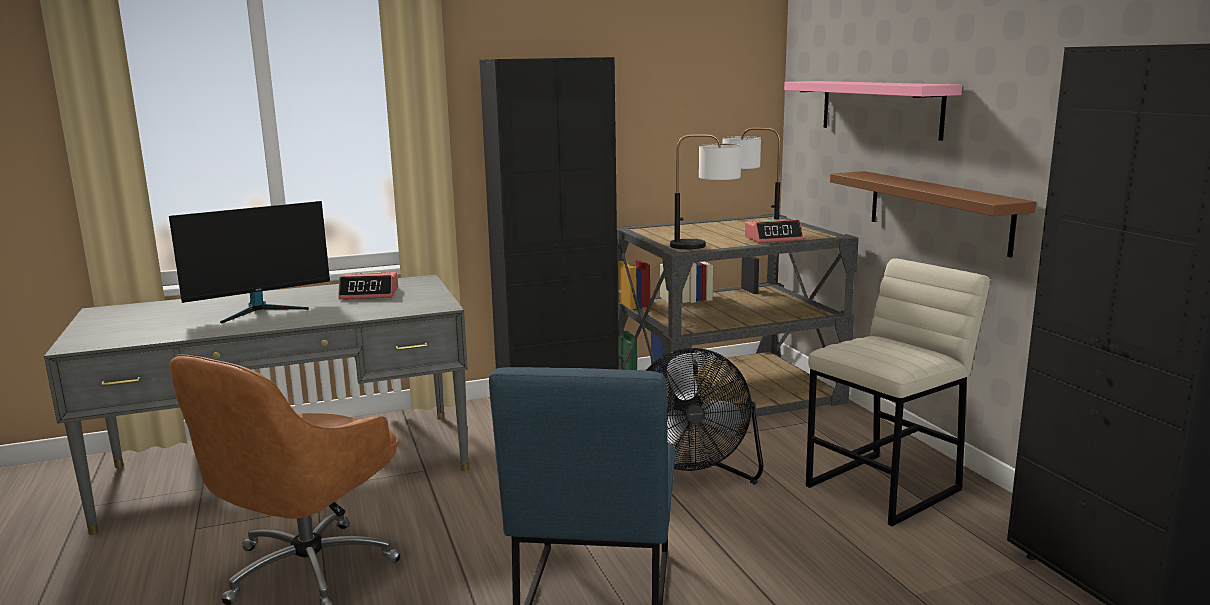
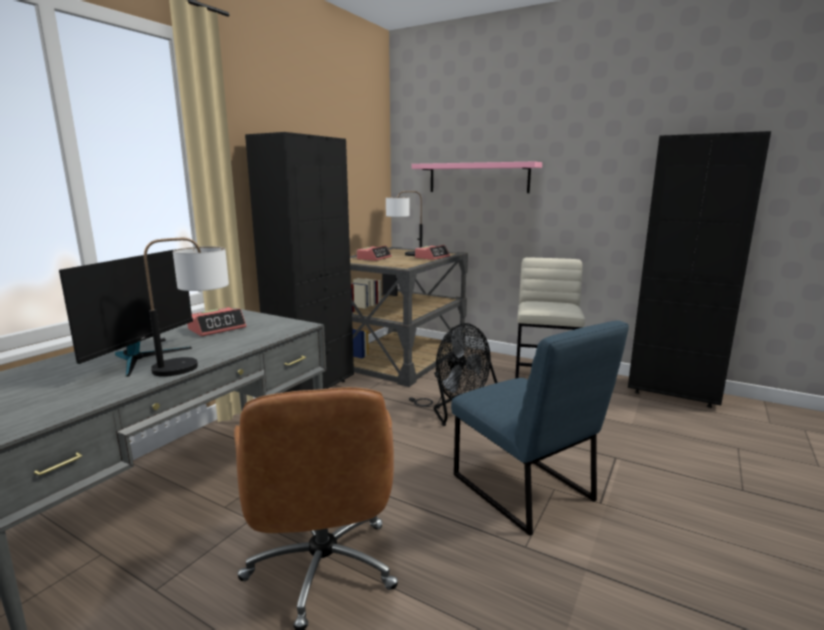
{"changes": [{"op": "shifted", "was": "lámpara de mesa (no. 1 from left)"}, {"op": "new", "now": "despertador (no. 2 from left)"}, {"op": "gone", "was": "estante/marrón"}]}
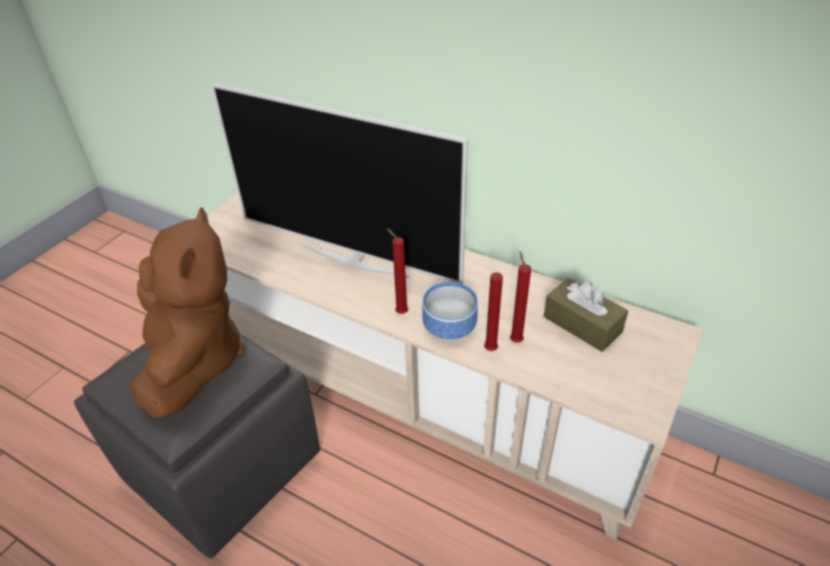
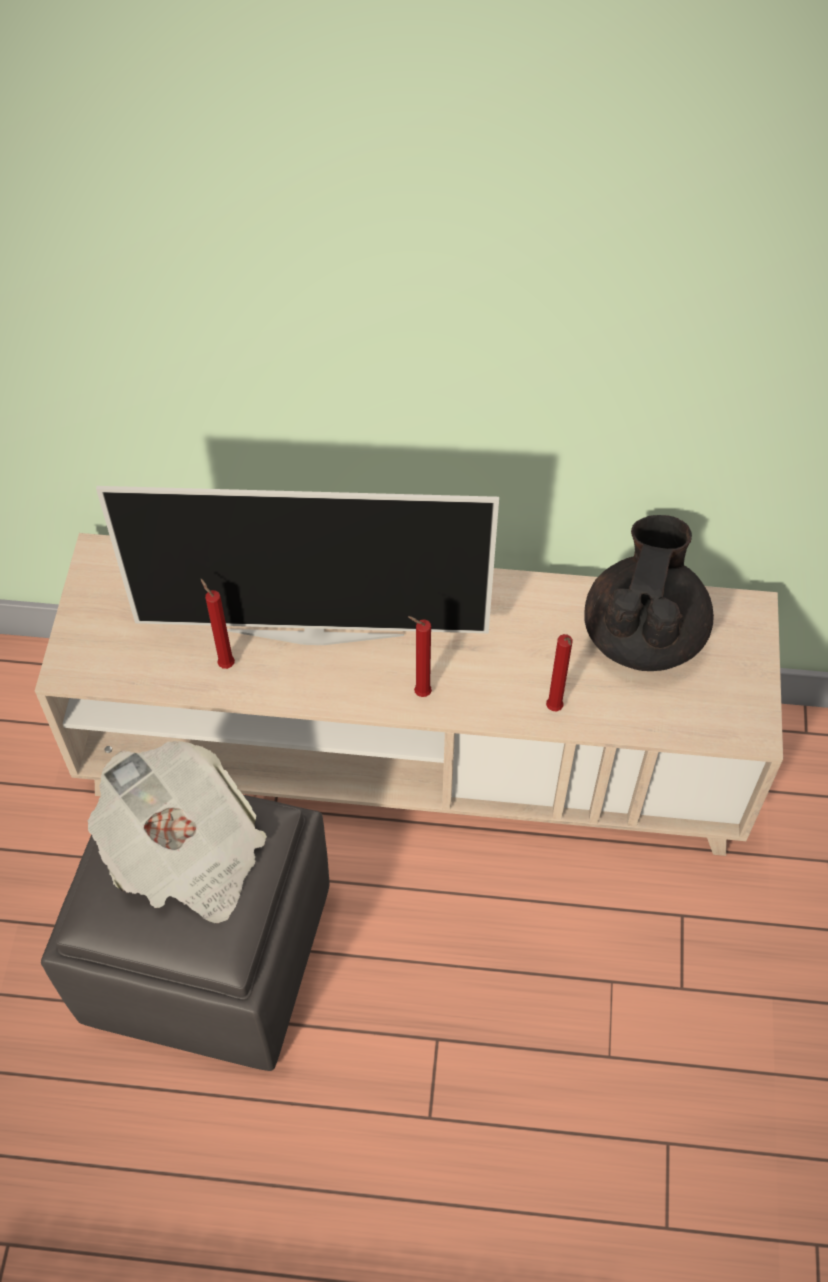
{"changes": [{"op": "swapped", "was": "peluche/marrón", "now": "periódico"}, {"op": "shifted", "was": "vela/rojo (no. 3 from left in the first image)", "now": "vela/rojo (no. 1 from left)"}, {"op": "swapped", "was": "caja de pañuelos/marrón", "now": "tetera/negro"}, {"op": "gone", "was": "cuenco"}]}
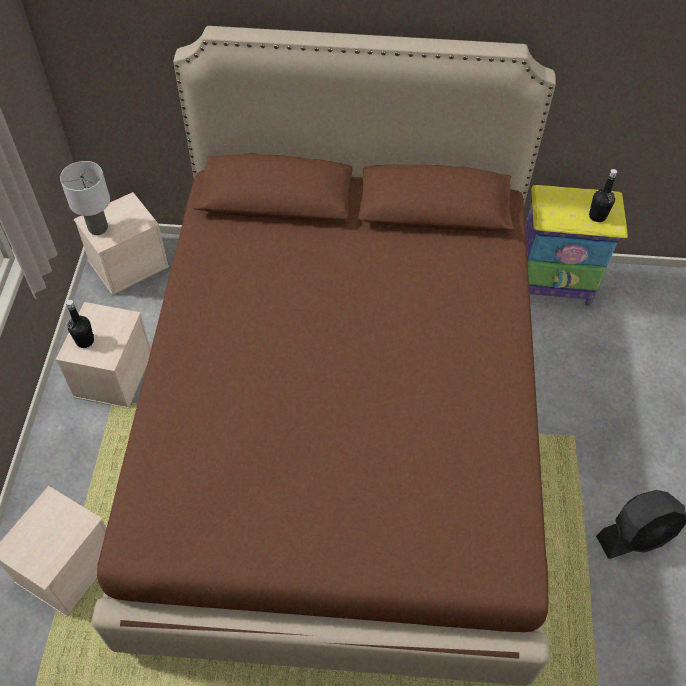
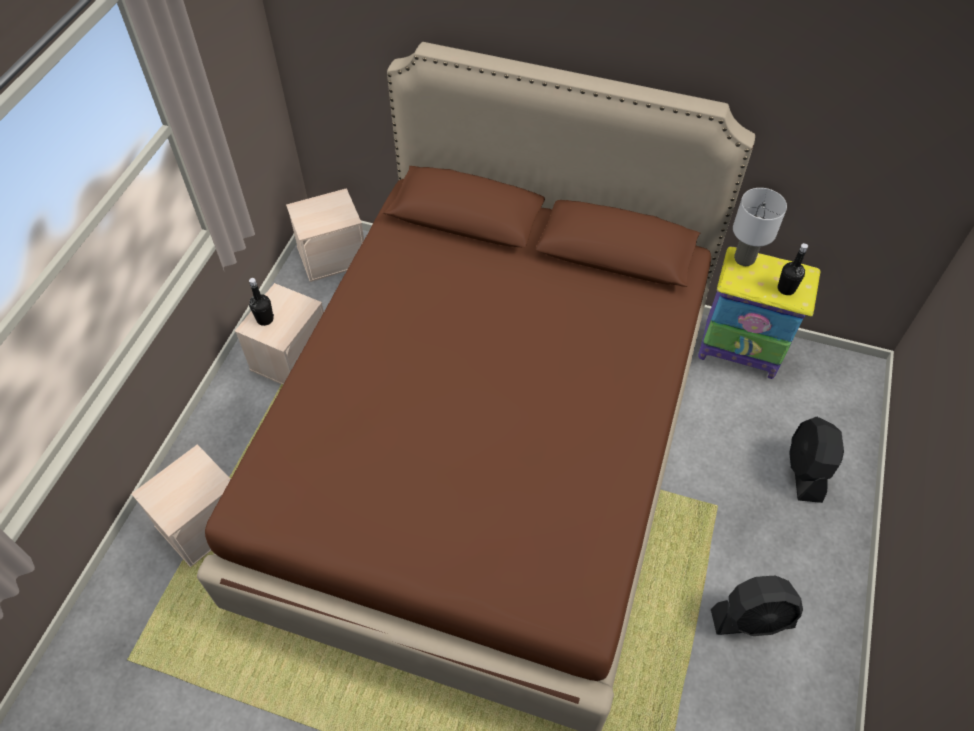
{"changes": [{"op": "shifted", "was": "lámpara de mesa/blanco"}, {"op": "new", "now": "ventilador/negro (no. 2 from left)"}]}
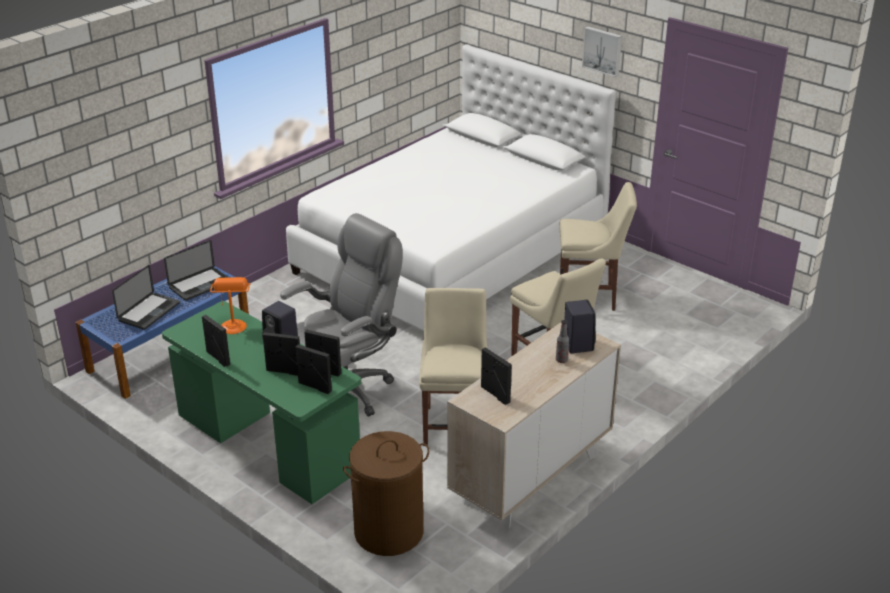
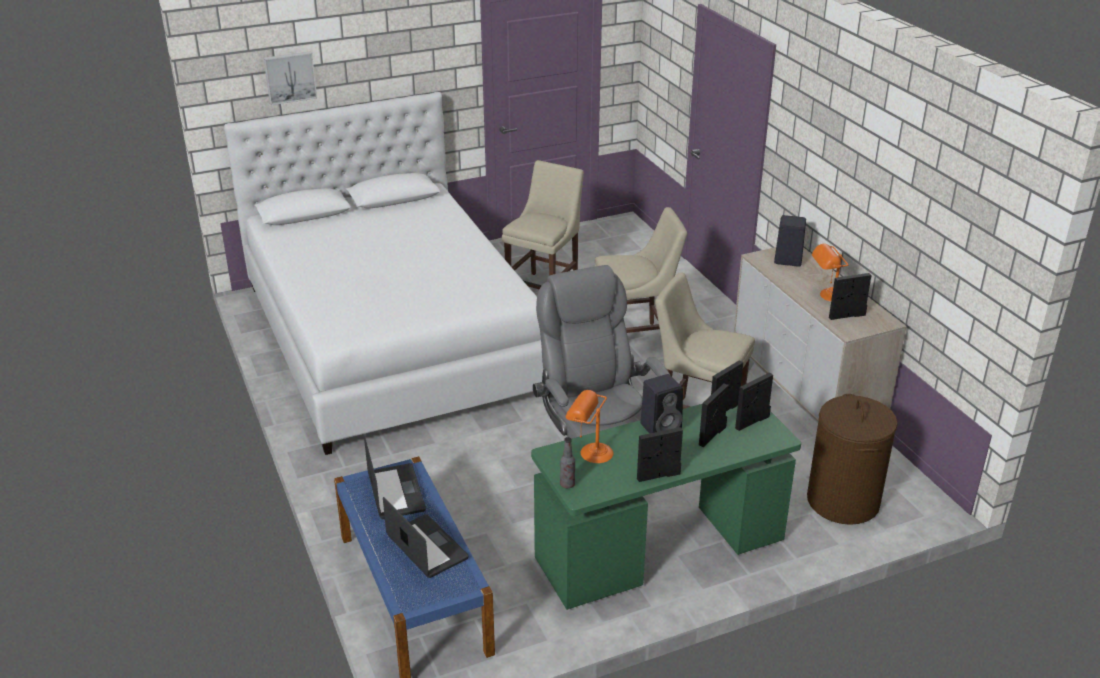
{"changes": [{"op": "shifted", "was": "cuadro"}, {"op": "shifted", "was": "botella"}, {"op": "new", "now": "lámpara de mesa/naranja (no. 2 from left)"}]}
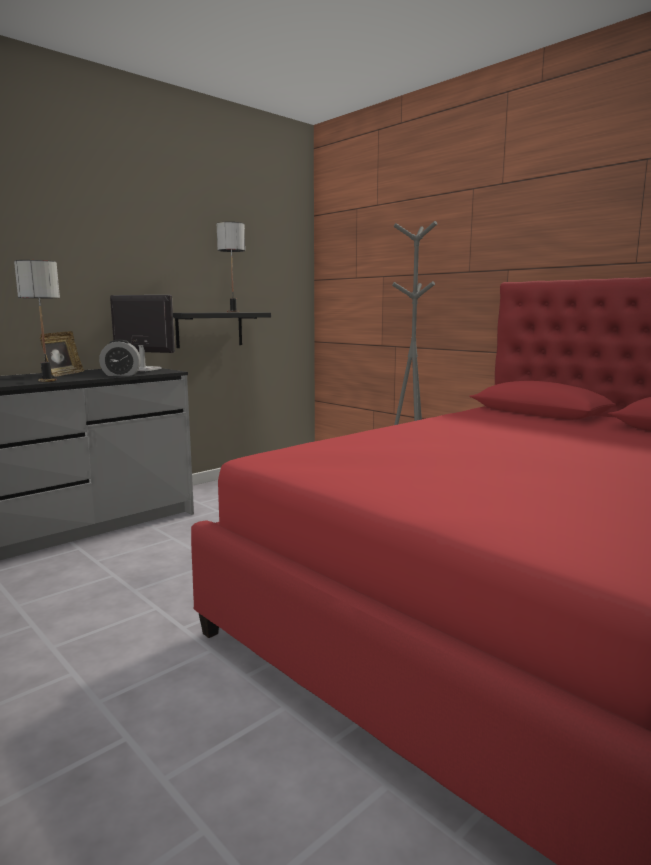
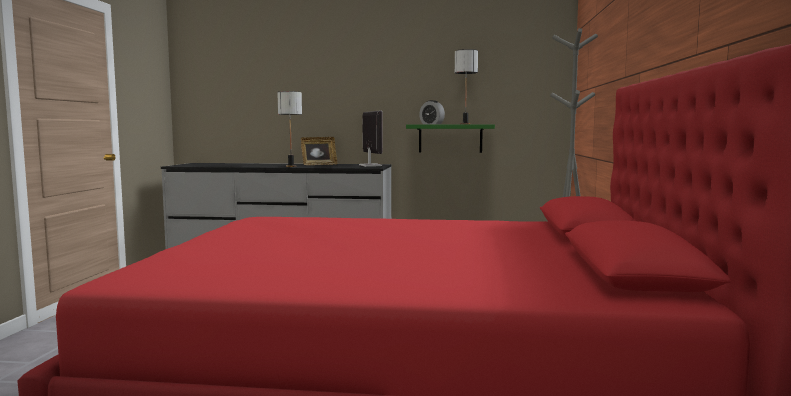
{"changes": [{"op": "repainted", "was": "estante/negro", "now": "estante/verde"}, {"op": "shifted", "was": "despertador"}]}
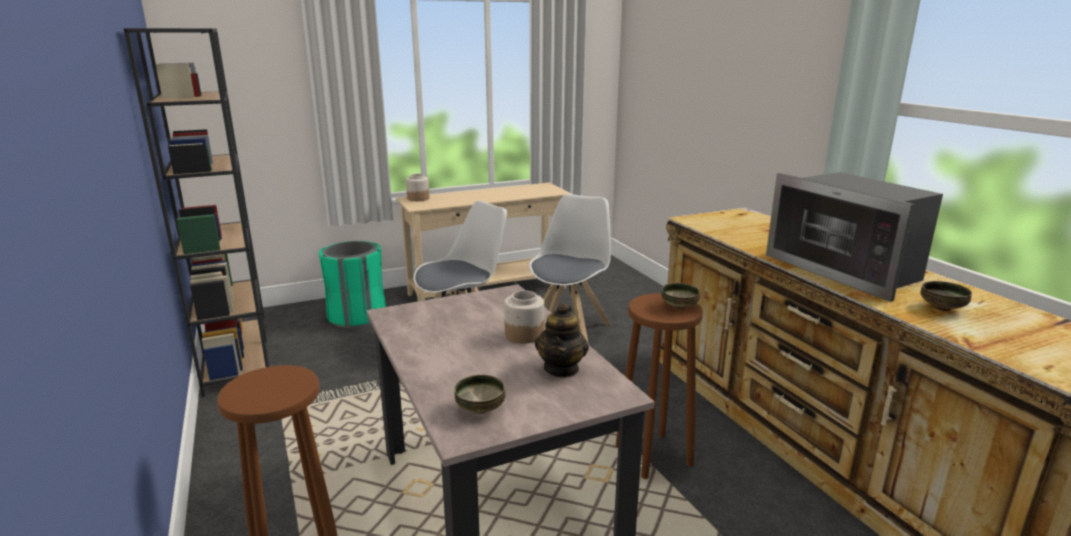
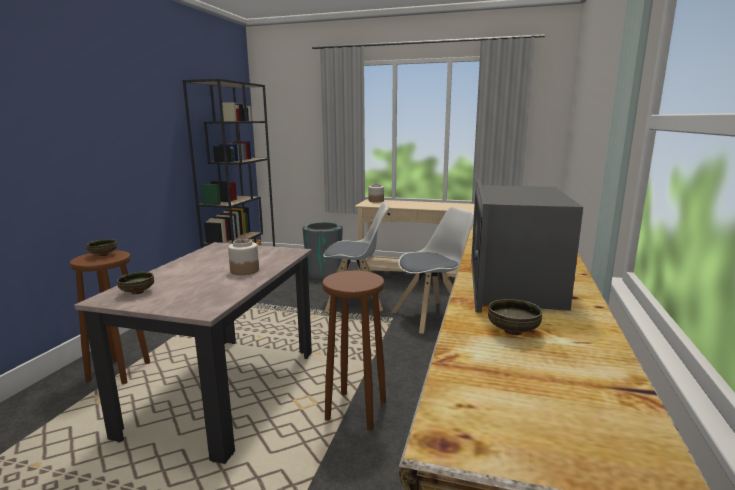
{"changes": [{"op": "shifted", "was": "cuenco (no. 2 from left in the first image)", "now": "cuenco (no. 1 from left)"}, {"op": "repainted", "was": "papelera/verde", "now": "papelera/gris"}, {"op": "gone", "was": "tetera"}]}
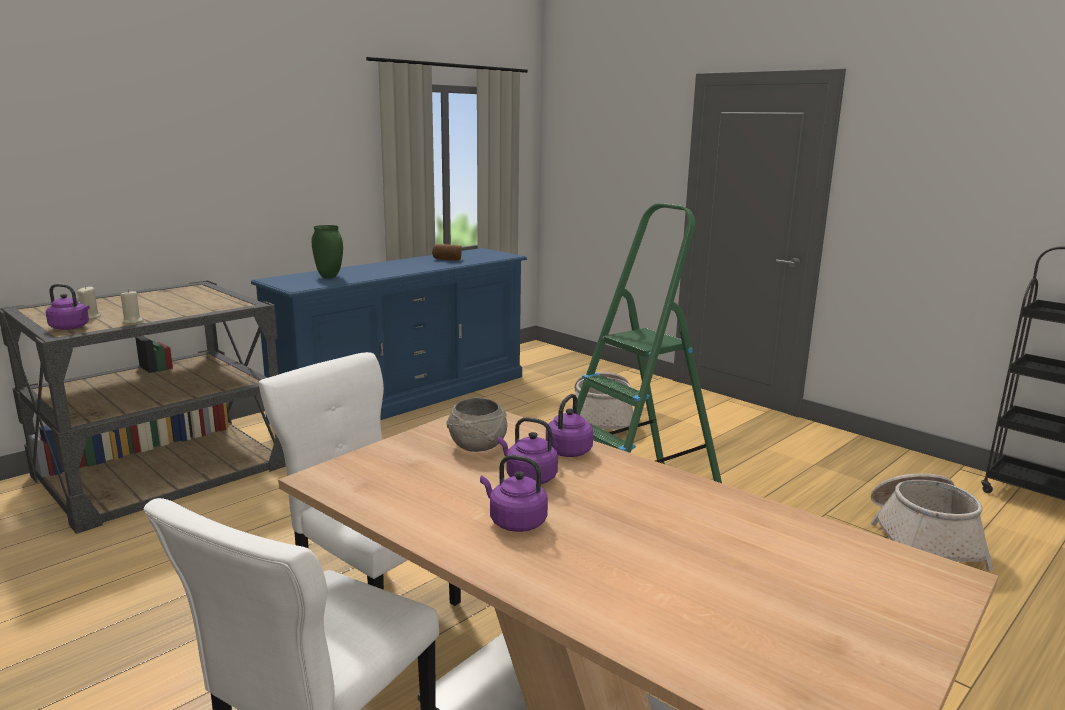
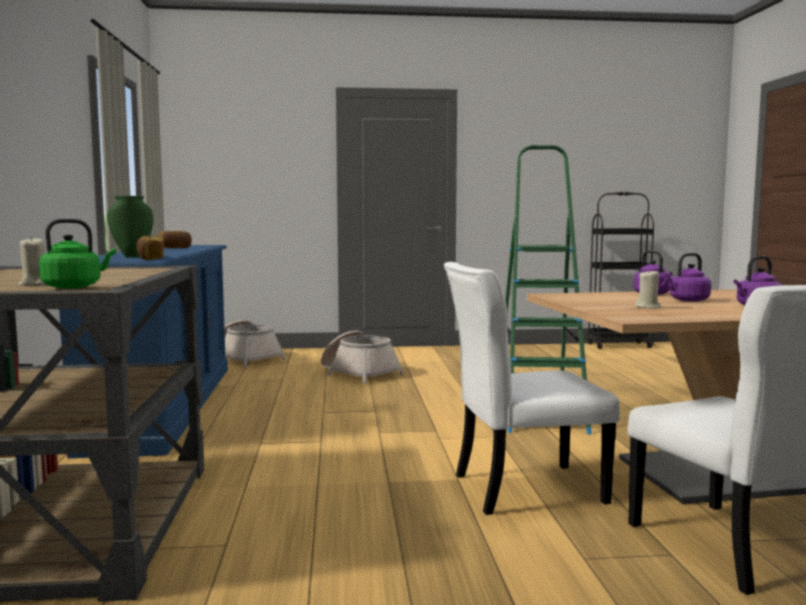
{"changes": [{"op": "repainted", "was": "hervidor/morado (no. 1 from left)", "now": "hervidor/verde"}, {"op": "new", "now": "pan (no. 1 from left)"}, {"op": "shifted", "was": "cesta (no. 2 from left in the first image)", "now": "cesta (no. 1 from left)"}, {"op": "shifted", "was": "vela/beis (no. 2 from left)"}, {"op": "gone", "was": "cuenco/gris"}]}
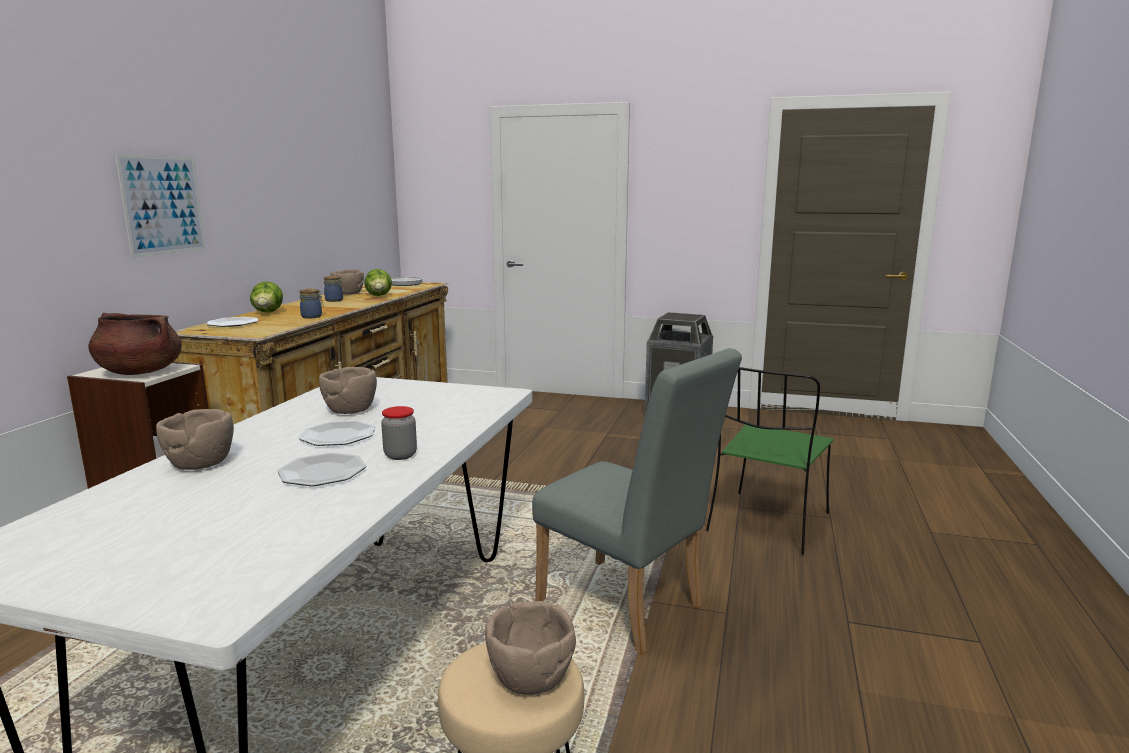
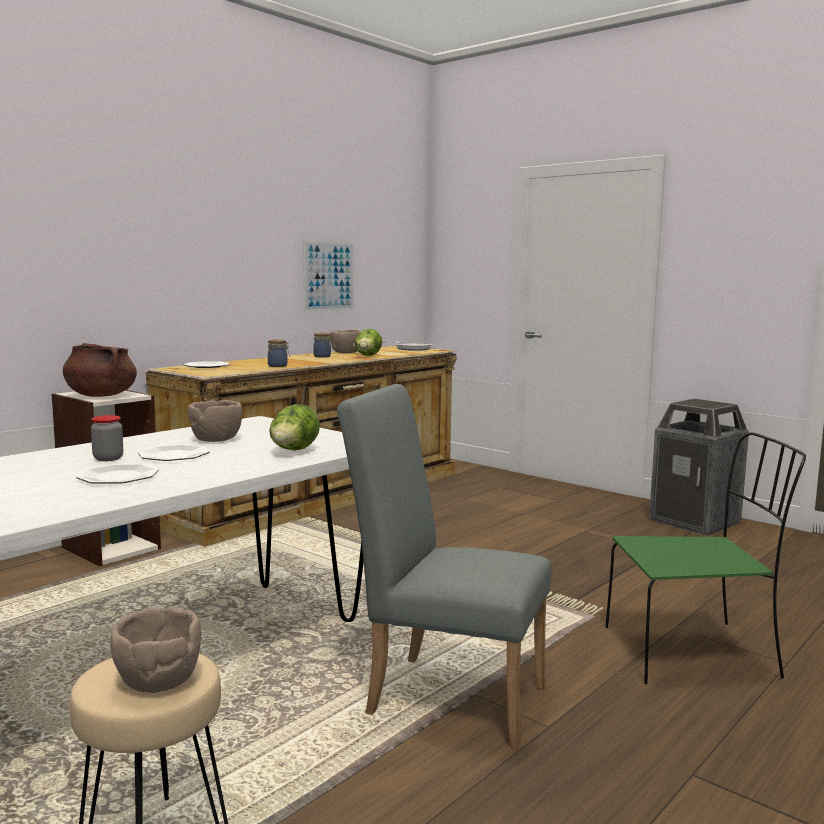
{"changes": [{"op": "shifted", "was": "tarro (no. 3 from left in the first image)", "now": "tarro (no. 1 from left)"}, {"op": "shifted", "was": "lechuga (no. 1 from left)"}, {"op": "shifted", "was": "cuadro"}, {"op": "rotated", "was": "silla/gris", "clockwise": 135}, {"op": "rotated", "was": "silla/verde", "clockwise": -150}, {"op": "gone", "was": "cuenco/marrón (no. 1 from left)"}]}
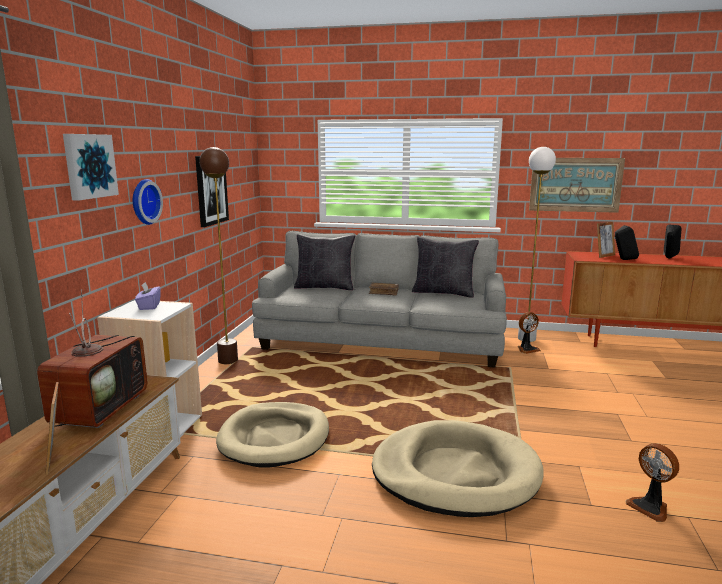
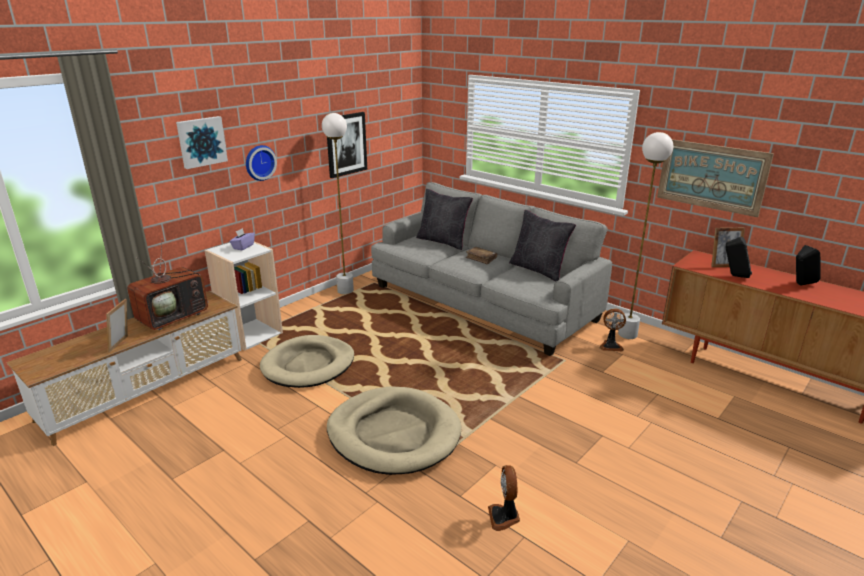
{"changes": [{"op": "repainted", "was": "lámpara de pie/marrón", "now": "lámpara de pie/blanco (no. 1 from left)"}]}
